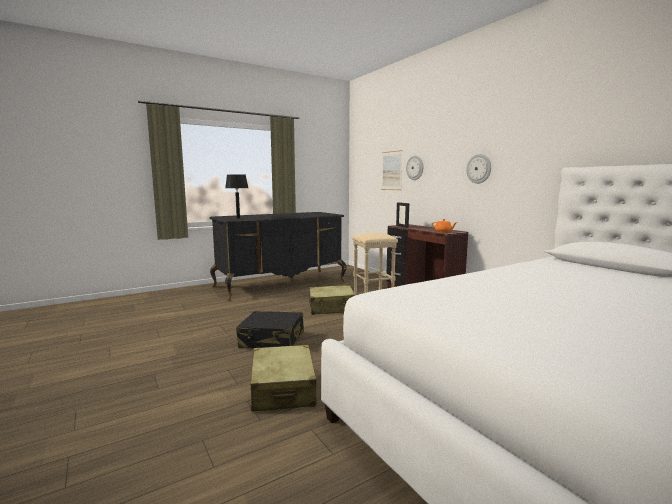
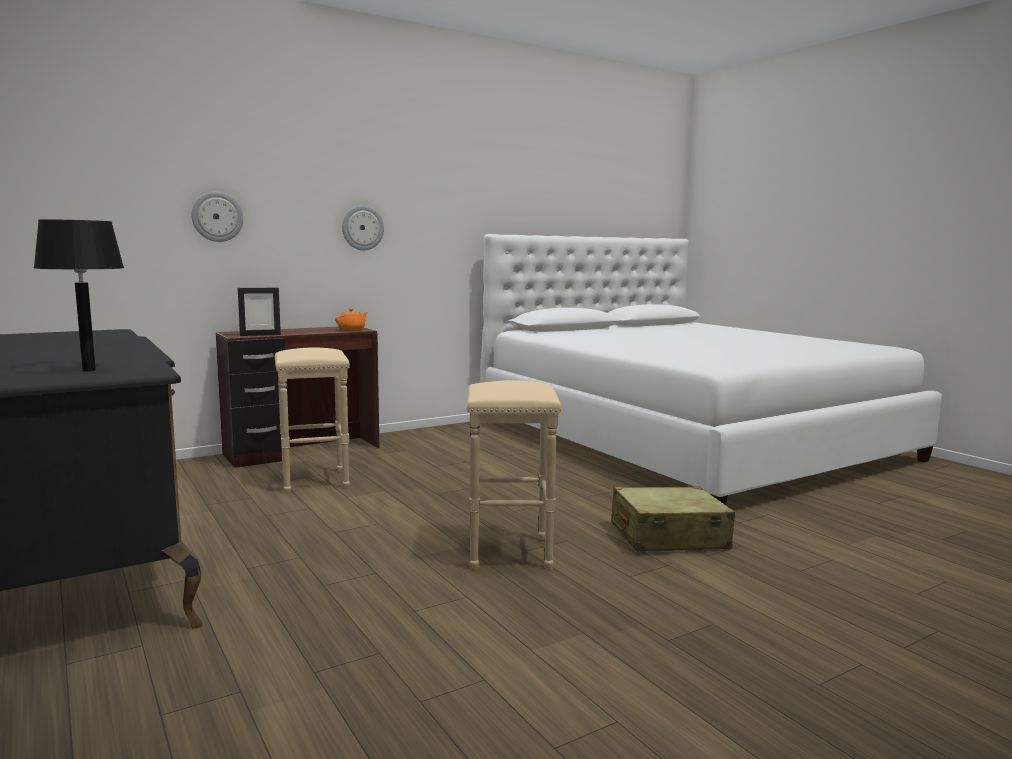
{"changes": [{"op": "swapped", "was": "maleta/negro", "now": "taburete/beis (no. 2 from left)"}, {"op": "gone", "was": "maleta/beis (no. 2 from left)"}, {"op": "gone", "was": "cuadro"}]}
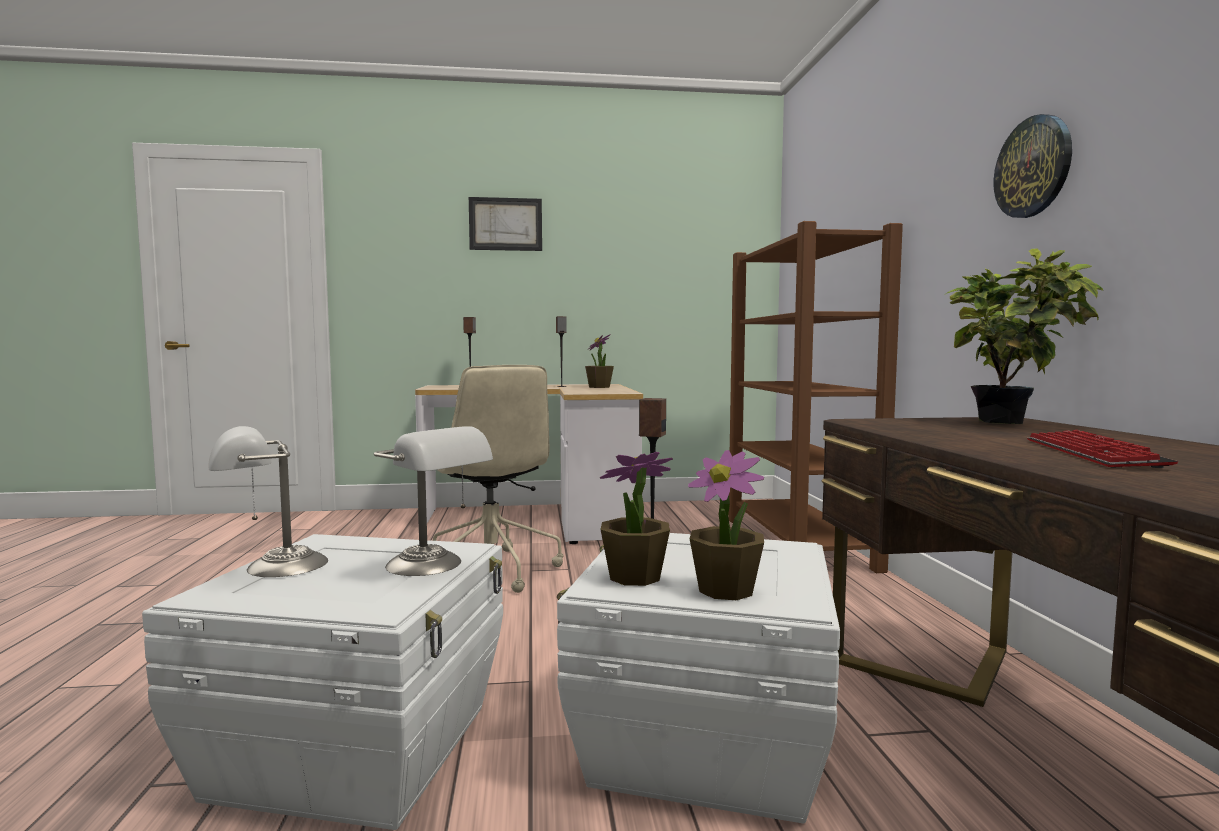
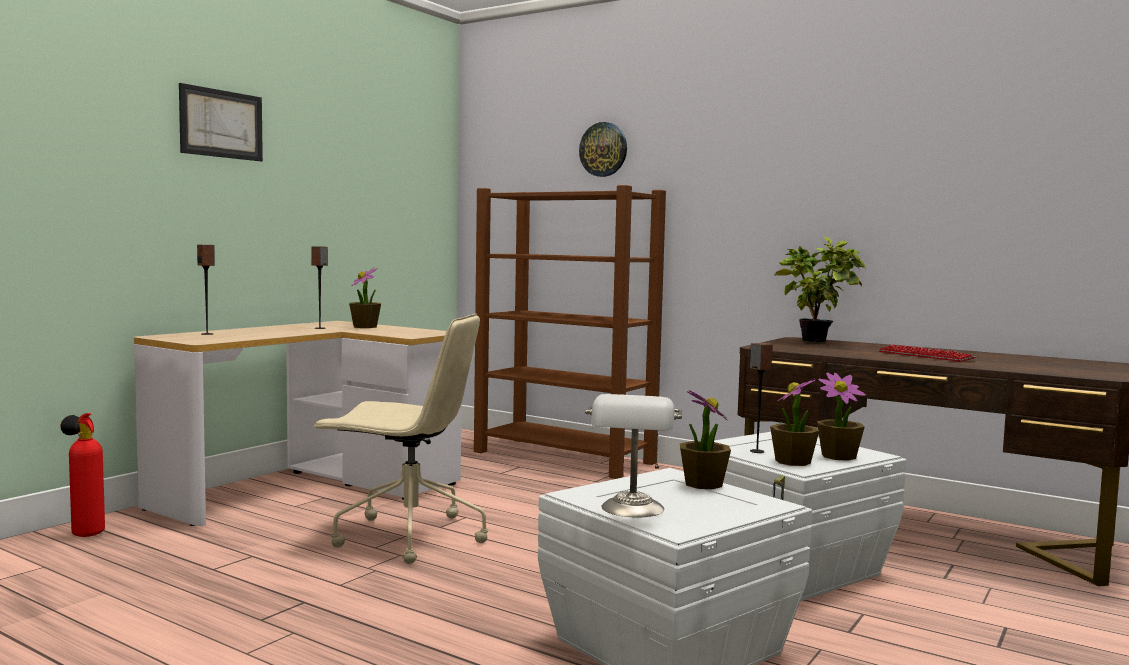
{"changes": [{"op": "new", "now": "extintor"}, {"op": "shifted", "was": "reloj de pared"}, {"op": "swapped", "was": "lámpara de mesa/blanco (no. 2 from left)", "now": "planta en maceta (no. 2 from left)"}]}
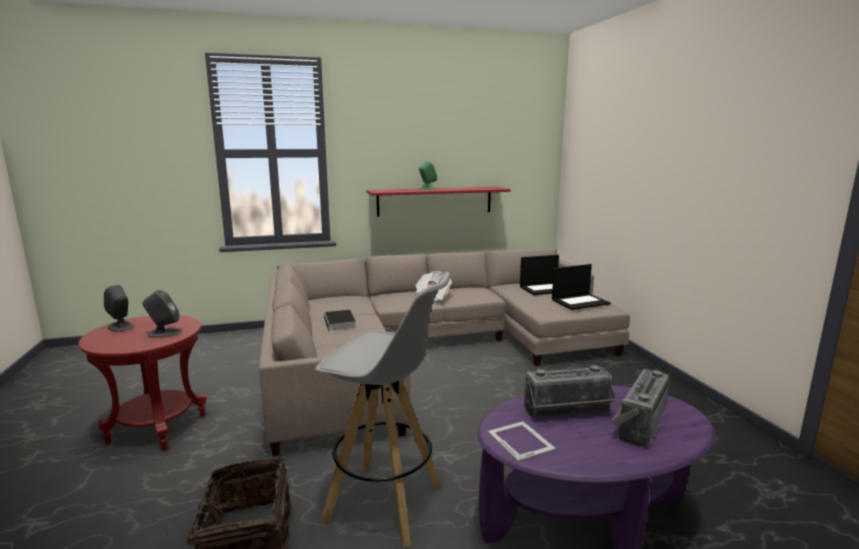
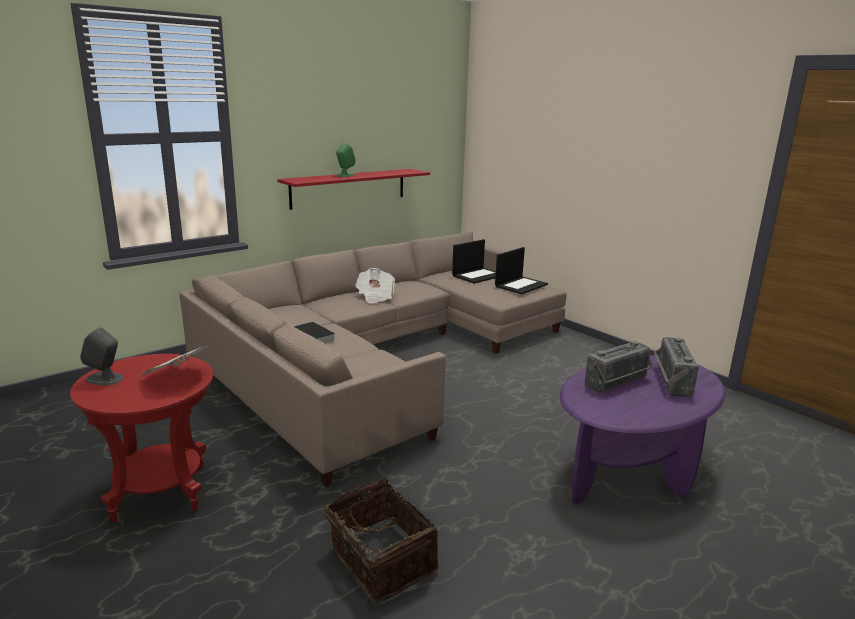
{"changes": [{"op": "swapped", "was": "altavoz/gris (no. 2 from left)", "now": "periódico (no. 1 from left)"}, {"op": "gone", "was": "taburete/gris"}, {"op": "gone", "was": "portarretratos"}]}
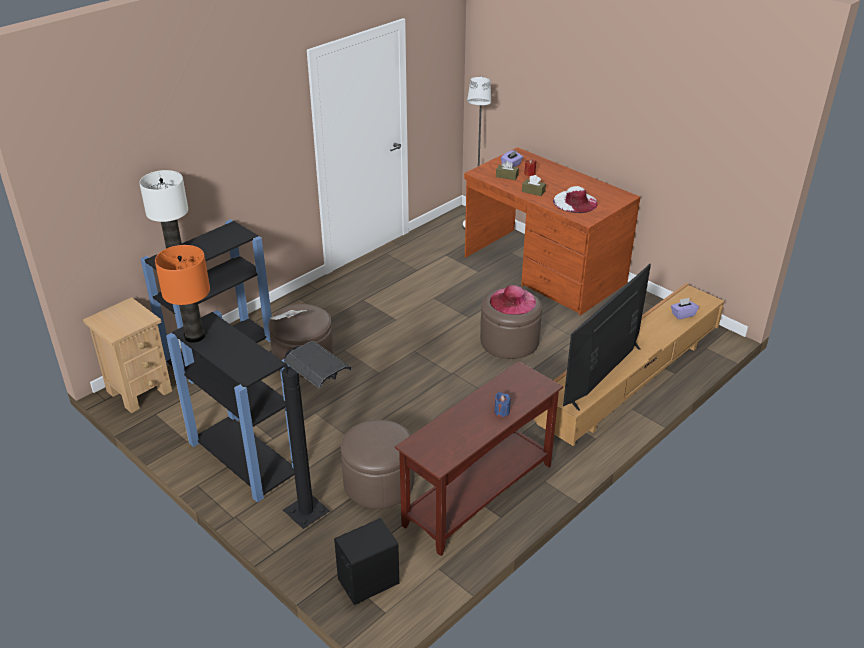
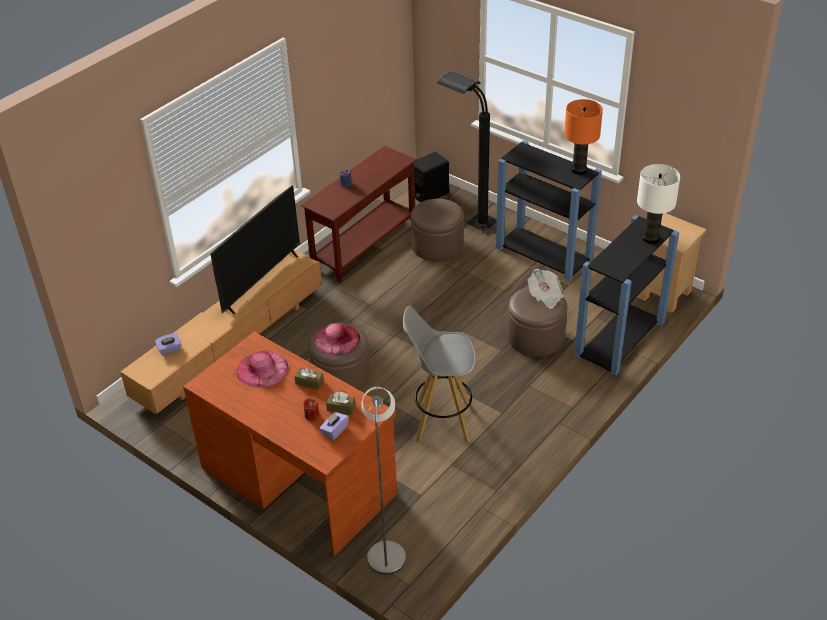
{"changes": [{"op": "repainted", "was": "sombrero/blanco", "now": "sombrero/rosa (no. 1 from left)"}, {"op": "new", "now": "taburete/gris"}]}
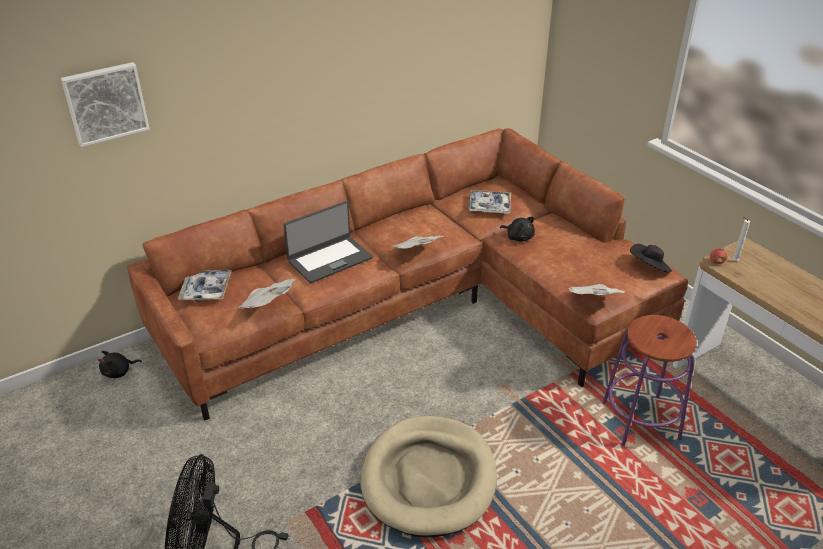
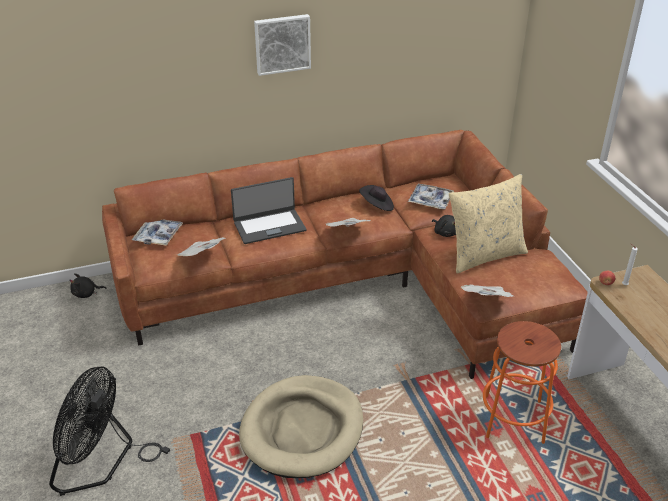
{"changes": [{"op": "shifted", "was": "cuadro"}, {"op": "shifted", "was": "sombrero/negro"}, {"op": "new", "now": "cojín/beis"}, {"op": "repainted", "was": "taburete/morado", "now": "taburete/naranja"}]}
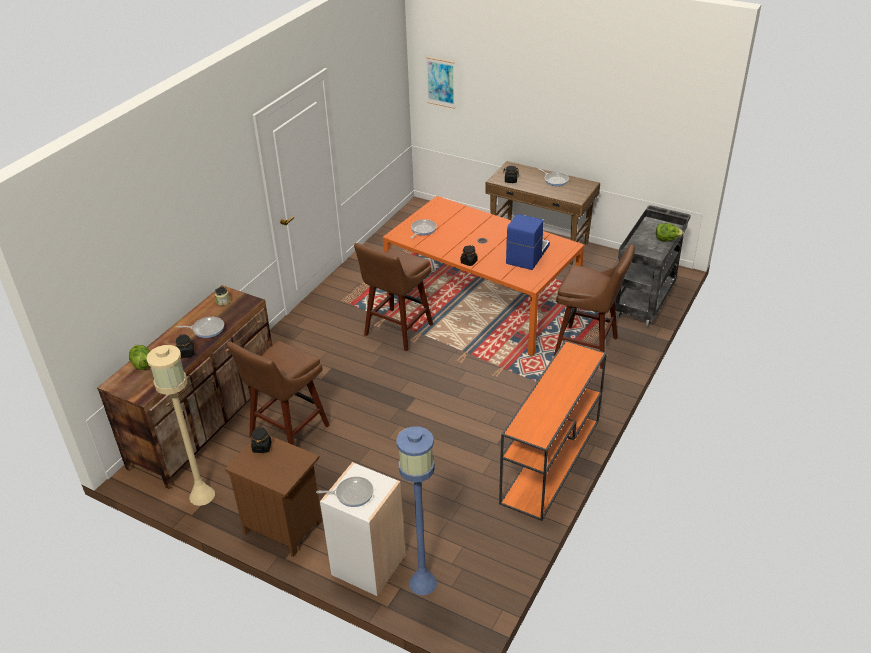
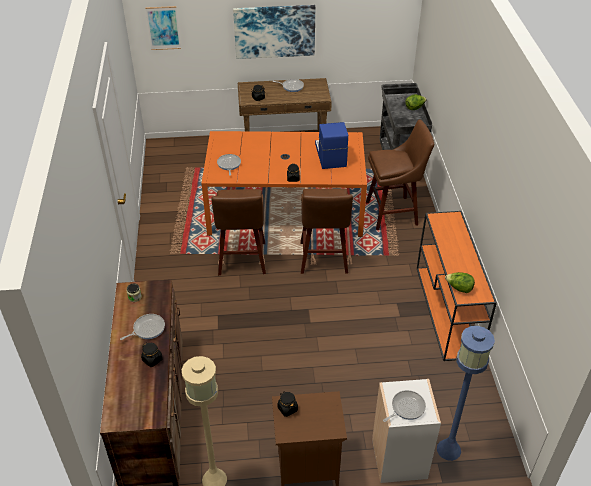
{"changes": [{"op": "new", "now": "cuadro (no. 2 from left)"}, {"op": "shifted", "was": "taburete/marrón (no. 1 from left in the first image)", "now": "taburete/marrón (no. 2 from left)"}, {"op": "shifted", "was": "lechuga (no. 1 from left in the first image)", "now": "lechuga (no. 2 from left)"}]}
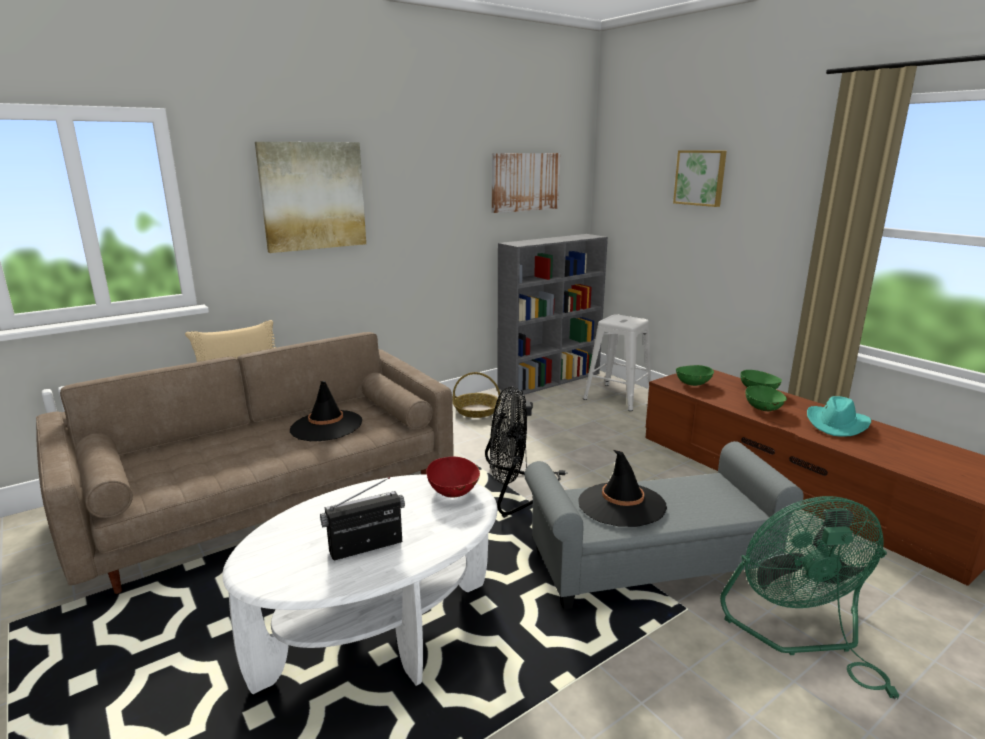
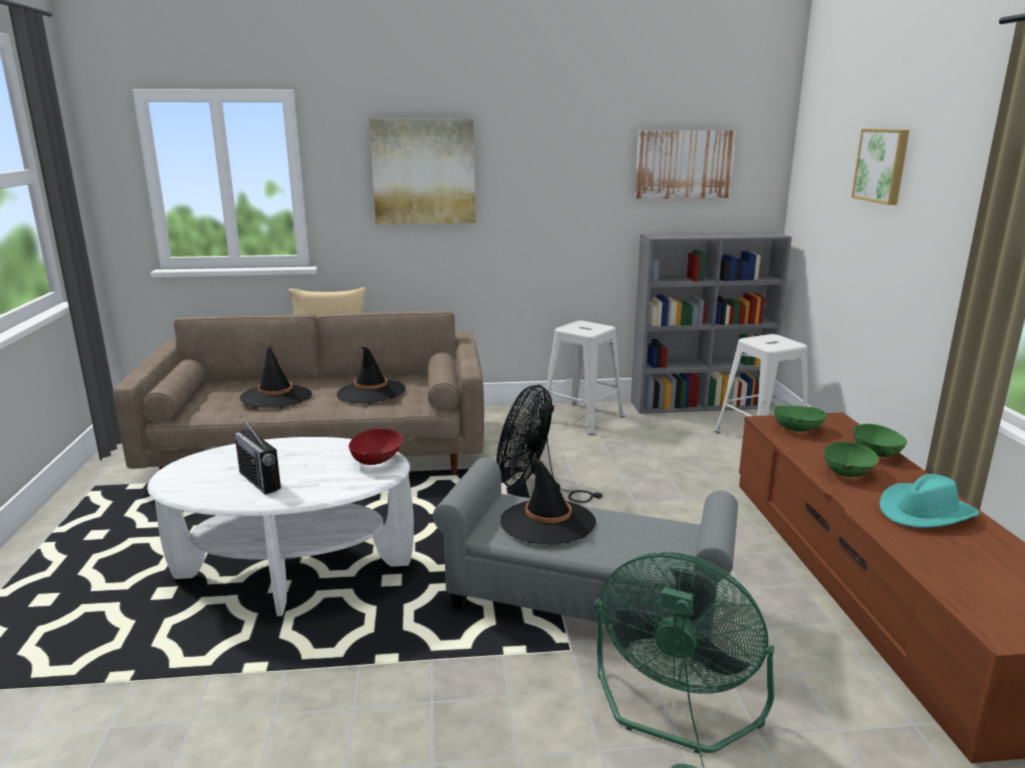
{"changes": [{"op": "rotated", "was": "radio", "clockwise": -135}, {"op": "new", "now": "sombrero/negro (no. 1 from left)"}, {"op": "swapped", "was": "cesta", "now": "taburete/blanco (no. 1 from left)"}]}
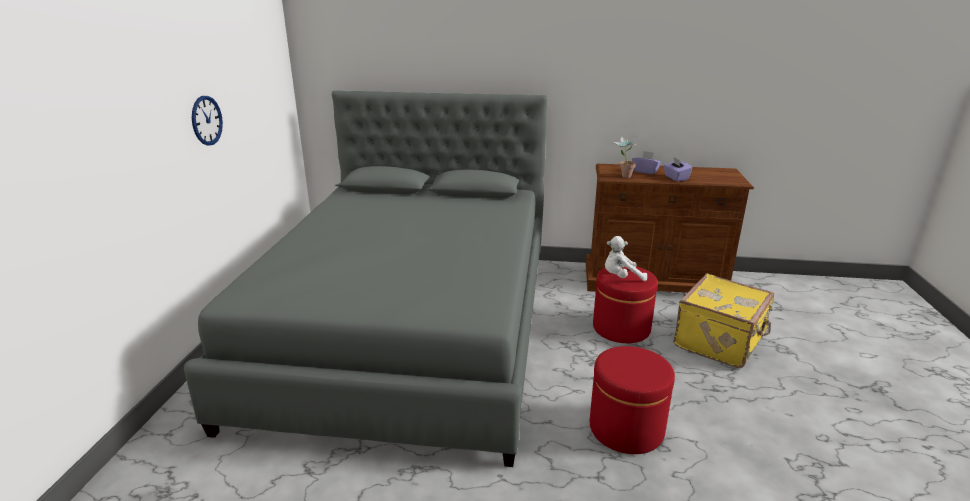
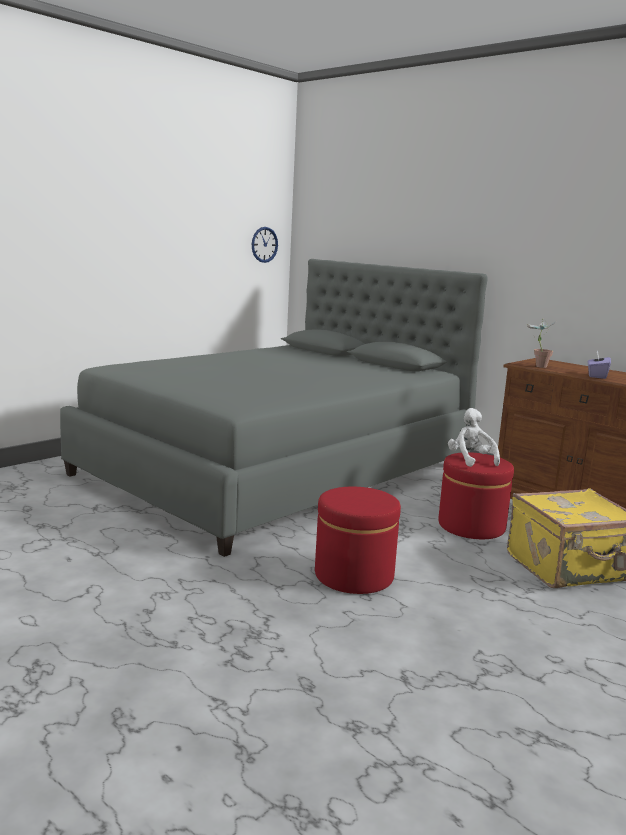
{"changes": [{"op": "shifted", "was": "reloj de pared"}, {"op": "rotated", "was": "peluche/blanco", "clockwise": 45}, {"op": "gone", "was": "caja de pañuelos/morado (no. 1 from left)"}]}
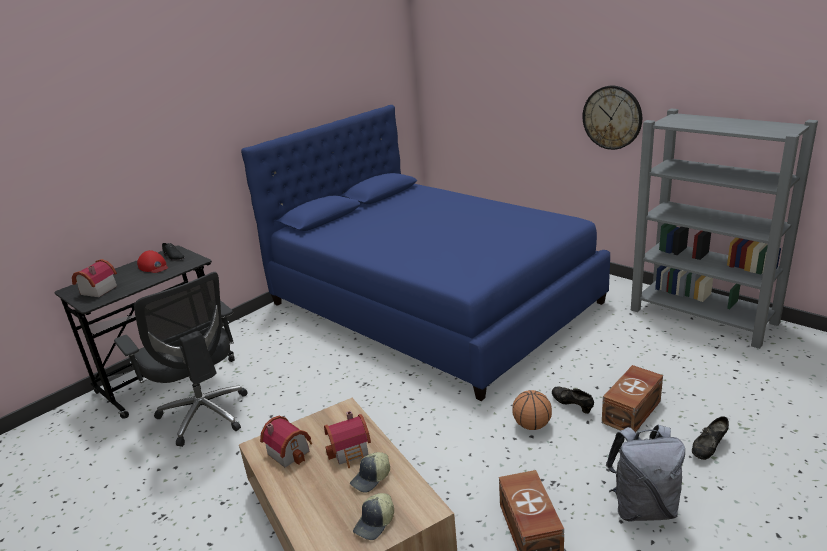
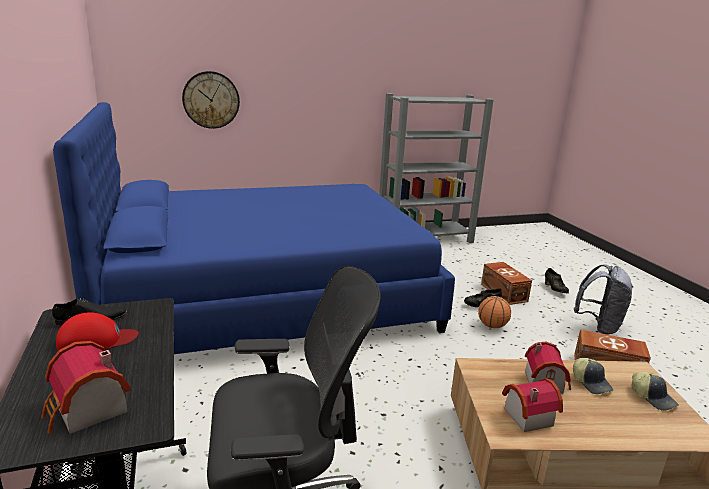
{"changes": [{"op": "shifted", "was": "reloj de pared"}]}
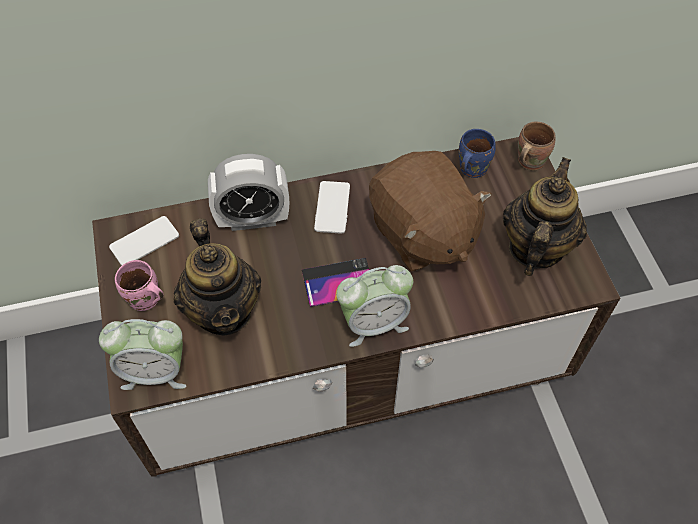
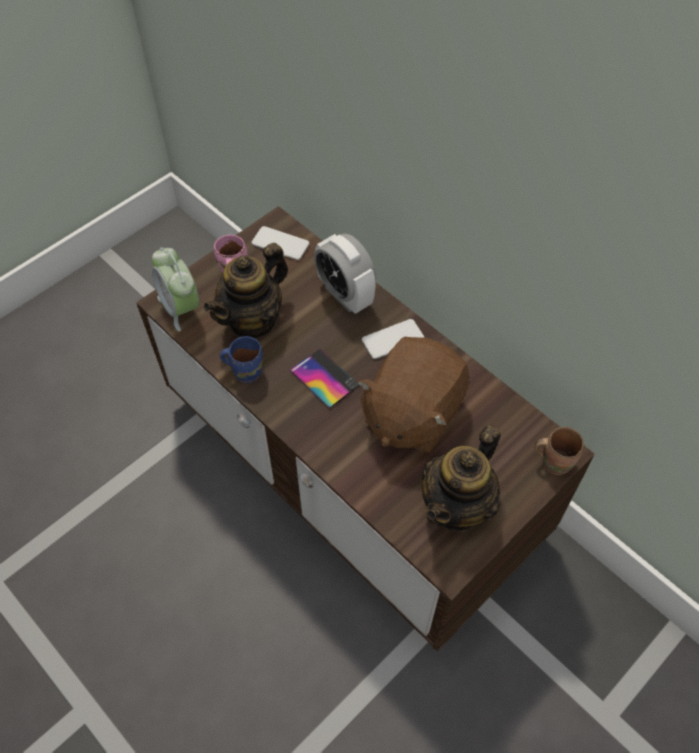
{"changes": [{"op": "shifted", "was": "taza grande/azul"}, {"op": "rotated", "was": "tetera (no. 2 from left)", "clockwise": 135}, {"op": "gone", "was": "despertador (no. 3 from left)"}]}
